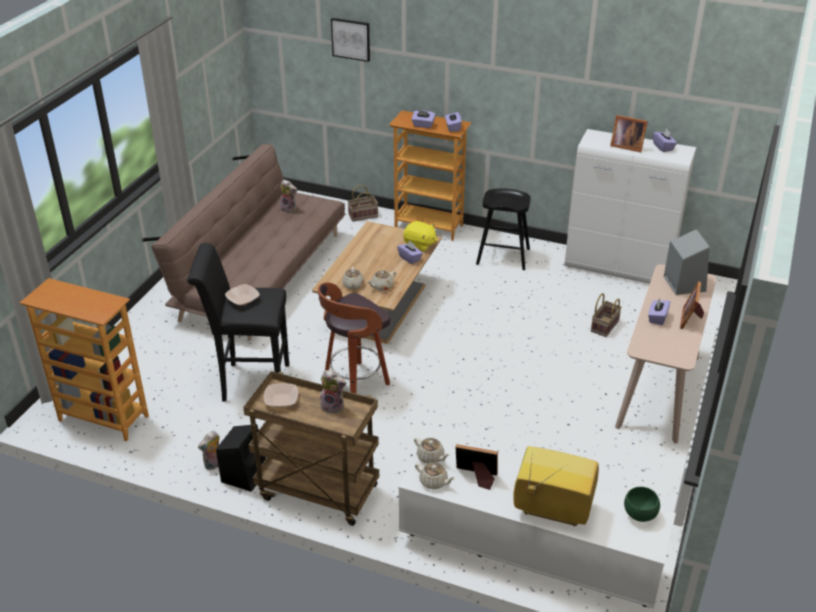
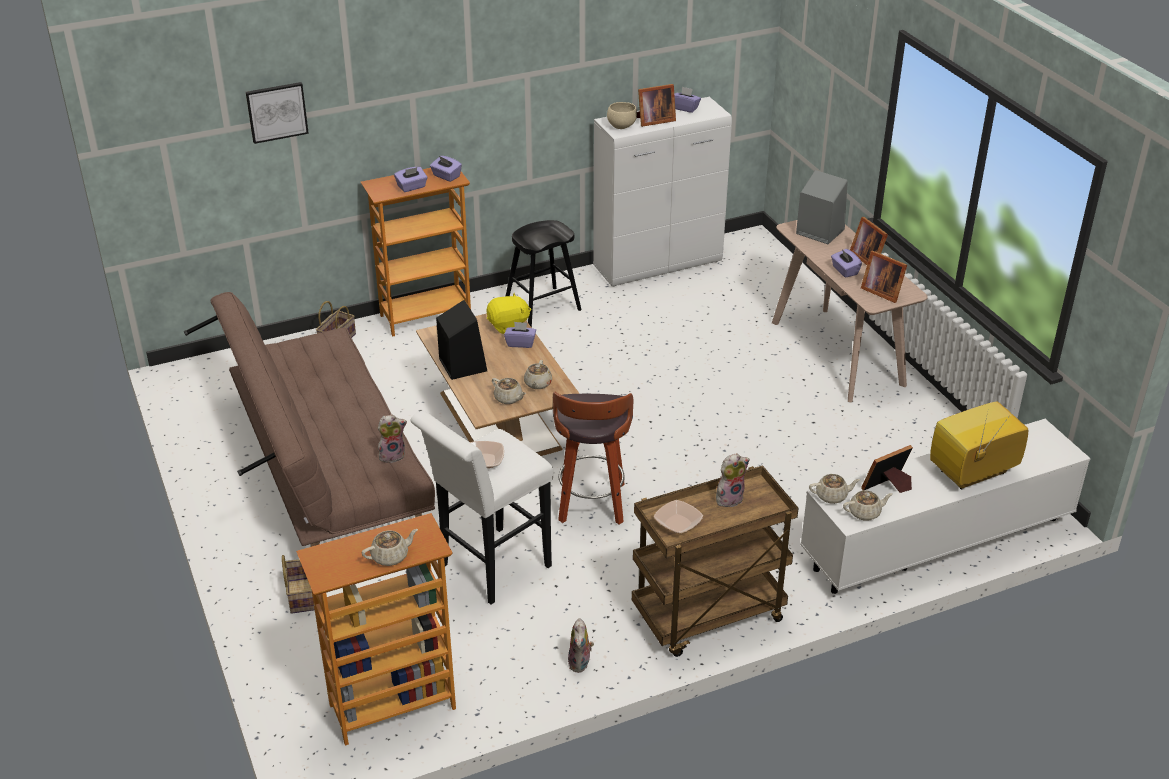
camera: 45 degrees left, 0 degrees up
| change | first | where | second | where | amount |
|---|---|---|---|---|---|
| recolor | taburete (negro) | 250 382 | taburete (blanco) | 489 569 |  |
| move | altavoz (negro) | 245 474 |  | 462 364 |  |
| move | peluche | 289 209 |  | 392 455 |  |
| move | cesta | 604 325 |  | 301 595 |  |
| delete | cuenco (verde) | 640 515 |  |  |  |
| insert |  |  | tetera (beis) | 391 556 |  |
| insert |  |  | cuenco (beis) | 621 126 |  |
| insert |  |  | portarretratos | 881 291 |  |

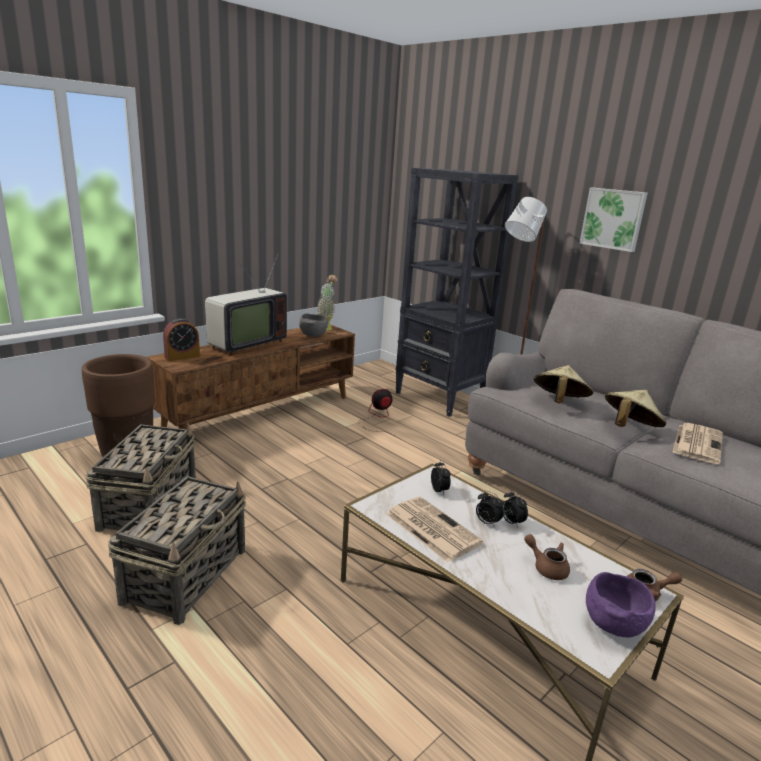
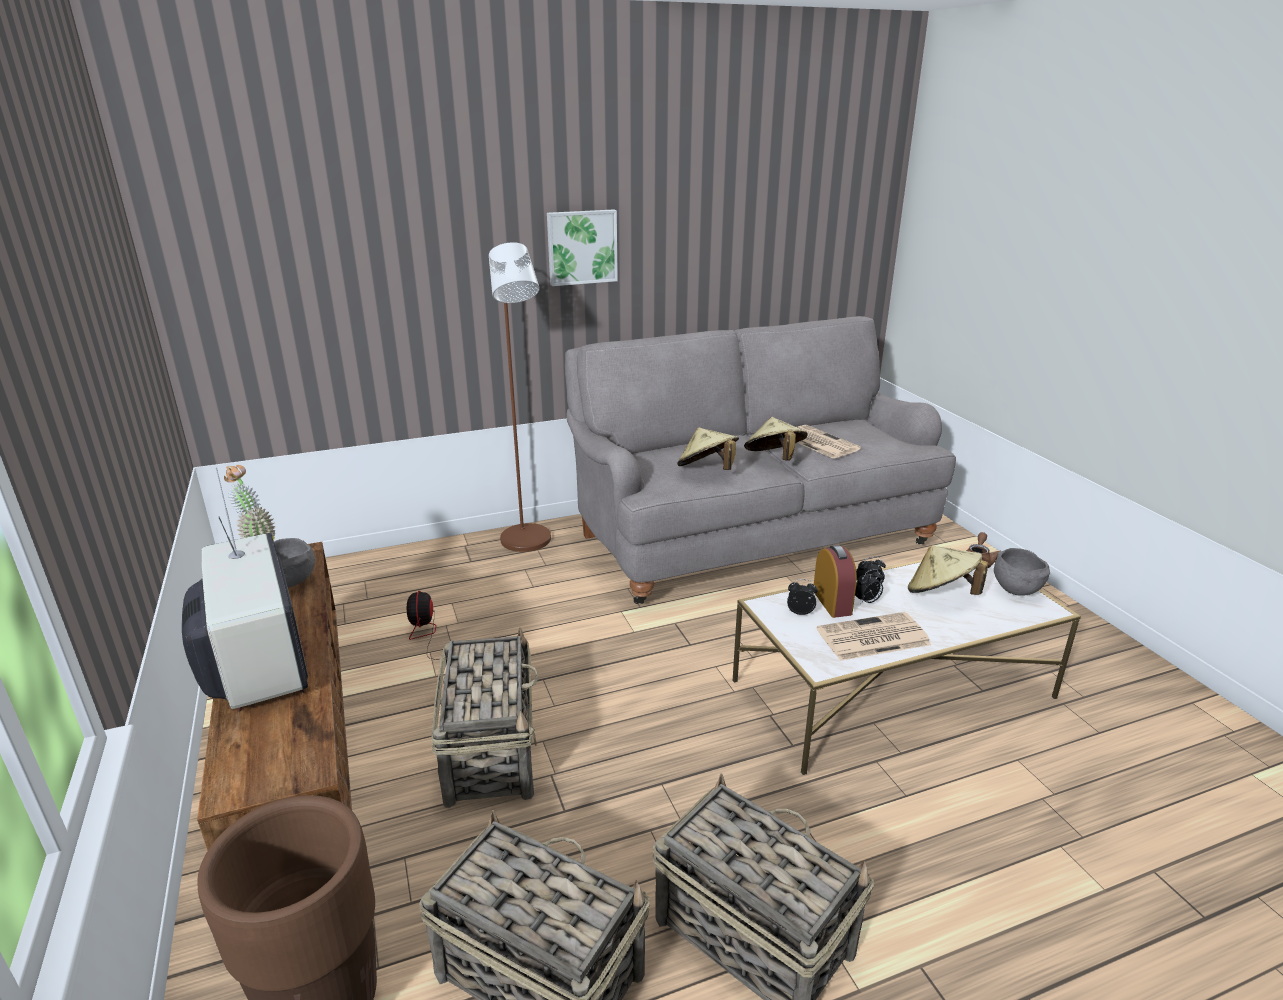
camera: 65 degrees left, 5 degrees up
| change | first | where | second | where | amount |
|---|---|---|---|---|---|
| move | despertador | 182 356 |  | 832 602 |  |
| delete | estantería (negro) | 440 398 |  |  |  |
| replace | tetera (marrón) | 547 567 | sombrero (beis) | 941 593 |  |
| recolor | cuenco (morado) | 613 624 | cuenco (gris) | 1014 589 |  |
| insert |  |  | cesta | 491 750 |  |

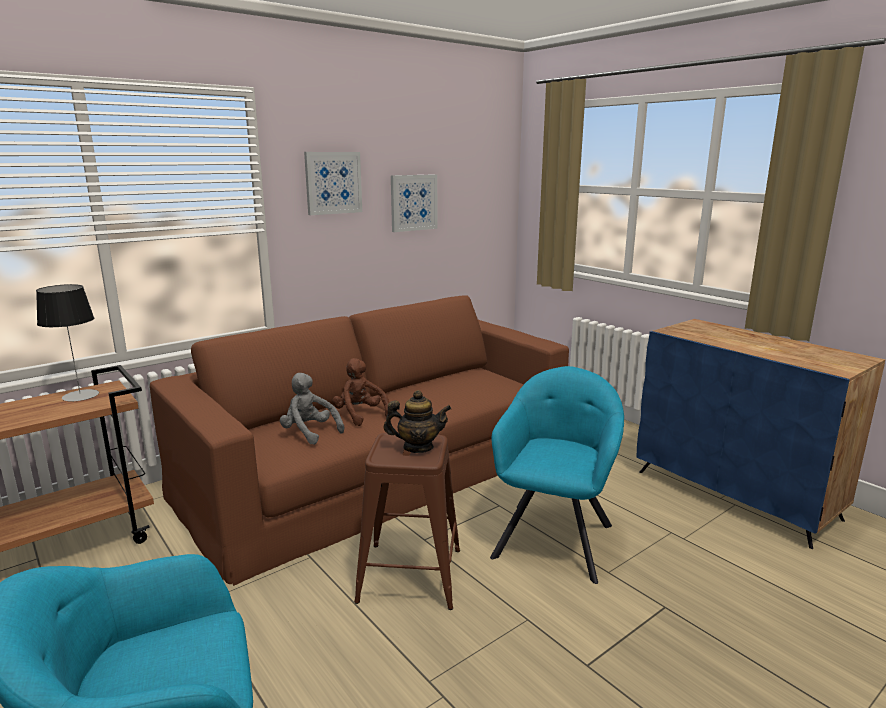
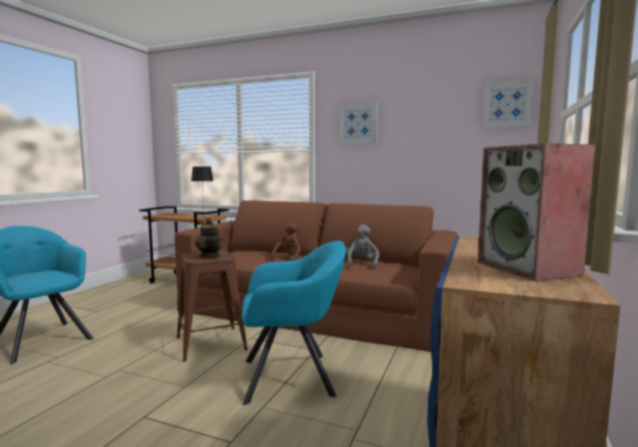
camera: 60 degrees right, 10 degrees down
| change | first | where | second | where | amount |
|---|---|---|---|---|---|
| move | peluche (gris) | 309 433 |  | 361 264 |  |
| move | cuadro | 413 202 |  | 507 104 |  |
| insert |  |  | altavoz | 529 269 |  |

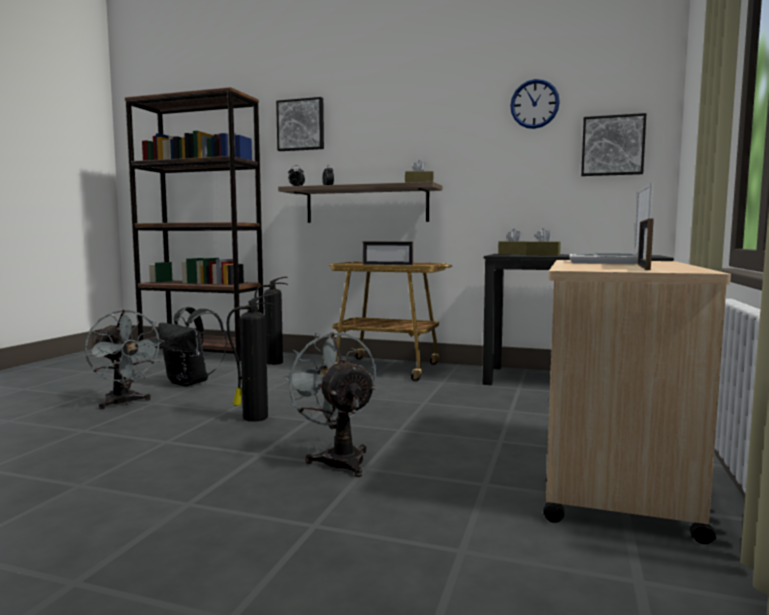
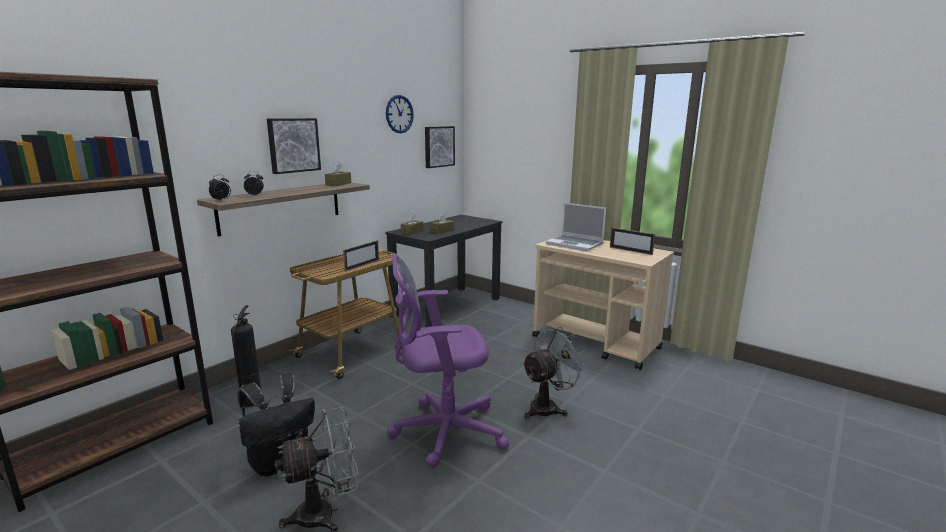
camera: 70 degrees left, 10 degrees up
| change | first | where | second | where | amount |
|---|---|---|---|---|---|
| replace | extintor | 253 418 | silla de oficina (morado) | 442 431 |  |
| move | cuadro | 301 125 |  | 293 145 |  |
| rotate | ventilador (gris) | 338 458 |  | 548 407 | 150 degrees clockwise |

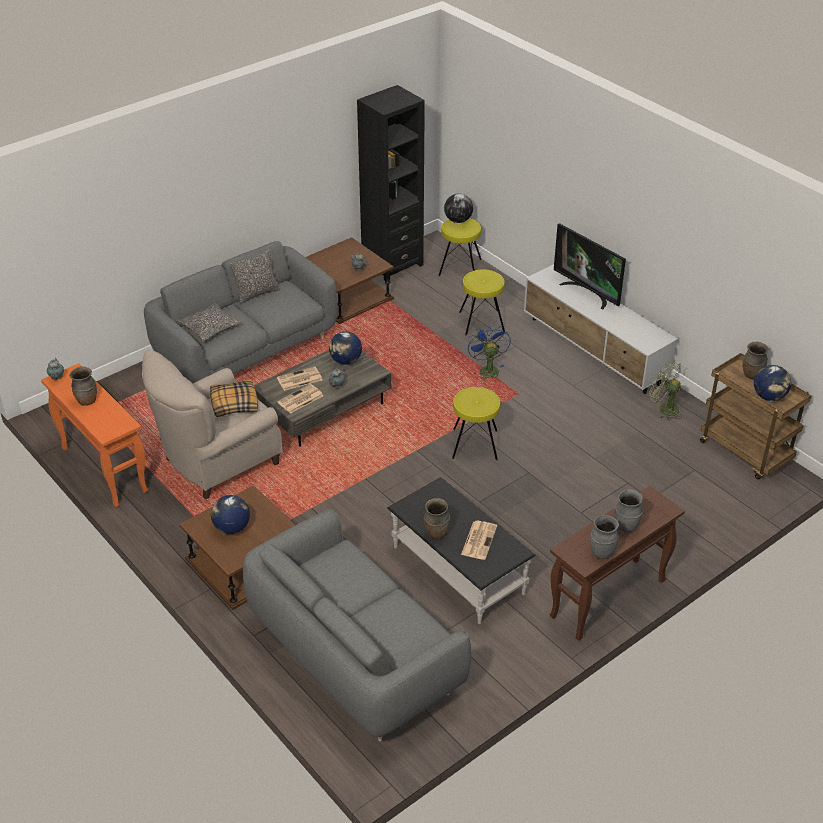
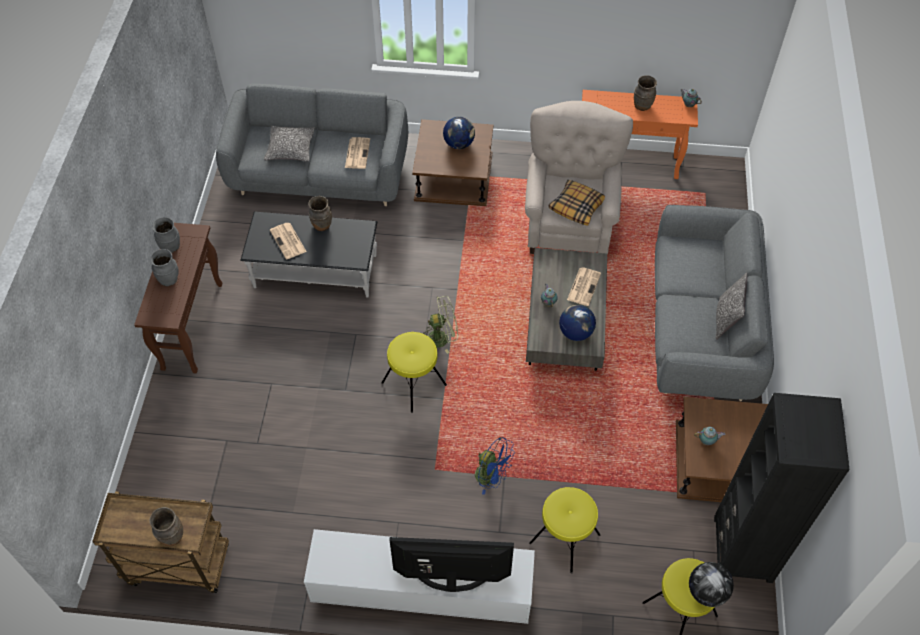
camera: 135 degrees right, 15 degrees up
| change | first | where | second | where | amount |
|---|---|---|---|---|---|
| move | cojín | 210 328 |  | 290 149 |  |
| move | periódico | 300 399 |  | 357 153 |  |
| move | ventilador (verde) | 664 408 |  | 442 337 |  |
| delete | globo terráqueo | 769 397 |  |  |  |

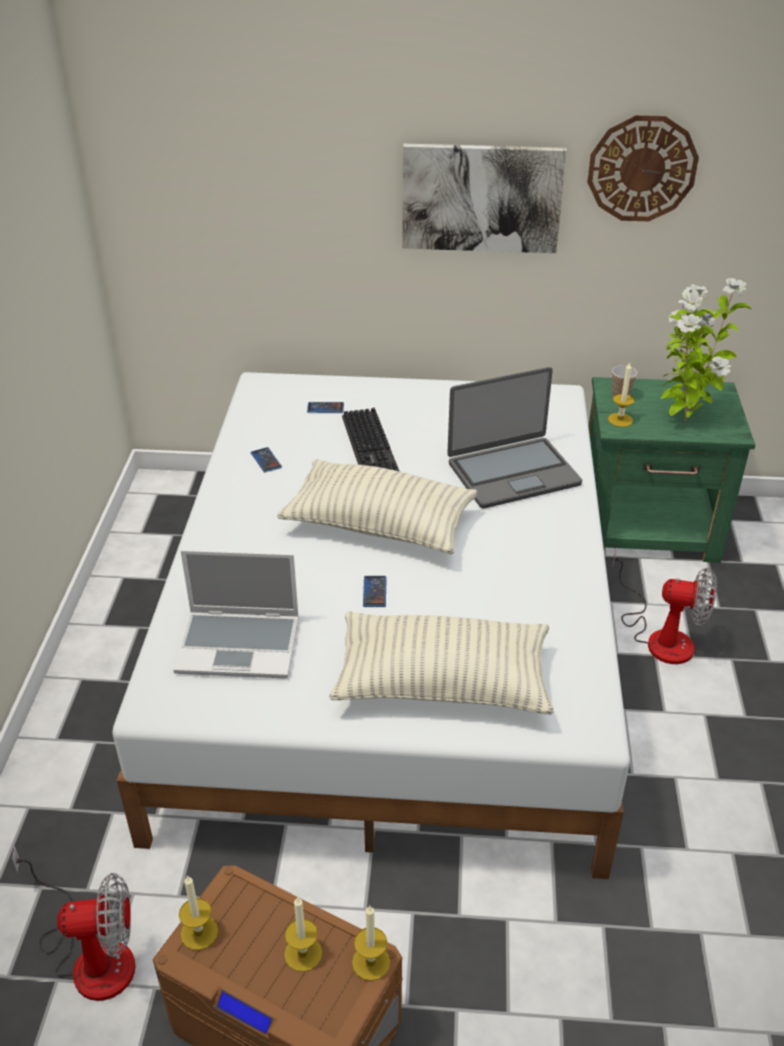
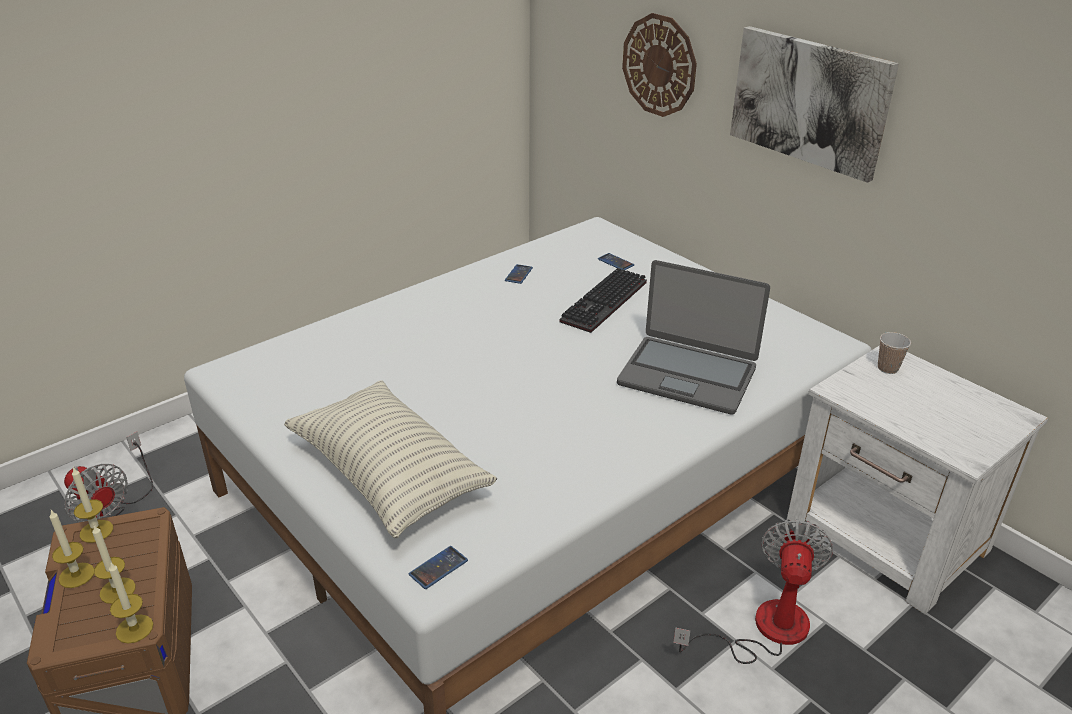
camera: 45 degrees right, 5 degrees down
| change | first | where | second | where | amount |
|---|---|---|---|---|---|
| delete | portátil | 240 645 |  |  |  |
| delete | cojín | 379 525 |  |  |  |
| move | móvil | 374 592 |  | 438 568 |  |
| move | reloj de pared | 642 169 |  | 659 65 |  |
| recolor | mesita de noche (verde) | 649 527 | mesita de noche (blanco) | 887 539 |  |
| move | vela | 620 420 |  | 76 575 |  |
| rotate | ventilador | 660 636 |  | 764 629 | 135 degrees counterclockwise |
| delete | planta en maceta | 683 420 |  |  |  |

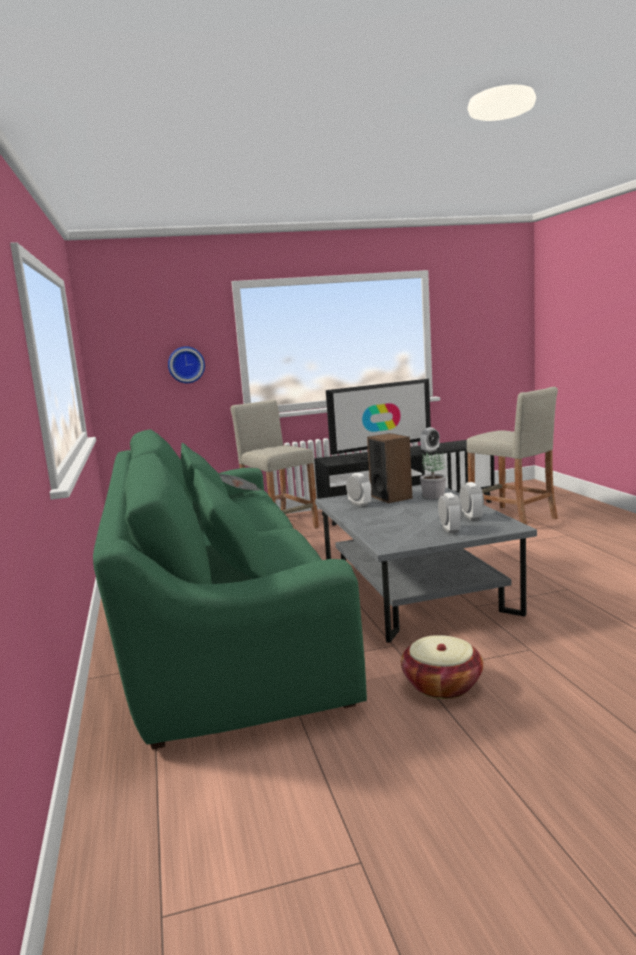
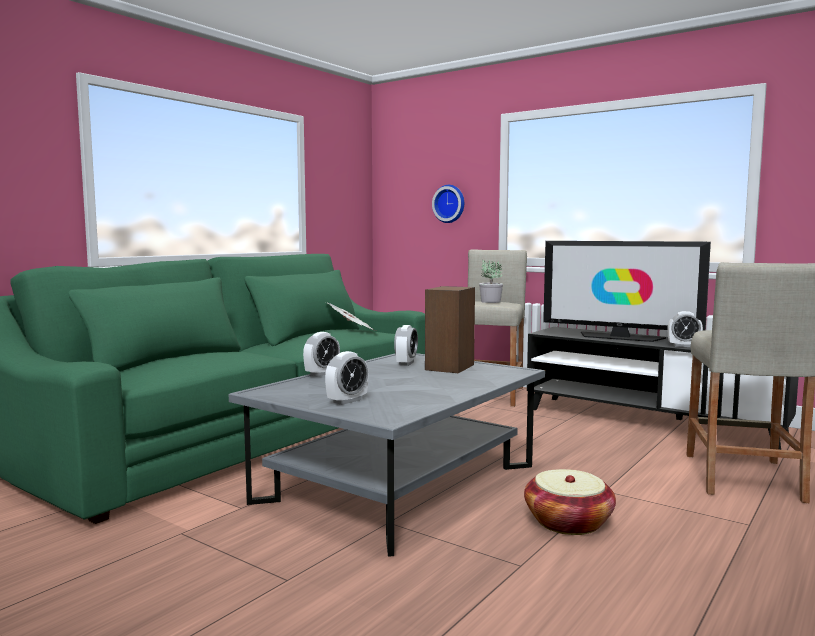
camera: 50 degrees right, 5 degrees down
| change | first | where | second | where | amount |
|---|---|---|---|---|---|
| move | cesta | 442 685 |  | 568 522 |  |
| move | planta en maceta | 433 496 |  | 490 301 |  |
| move | despertador | 471 517 |  | 322 374 |  |

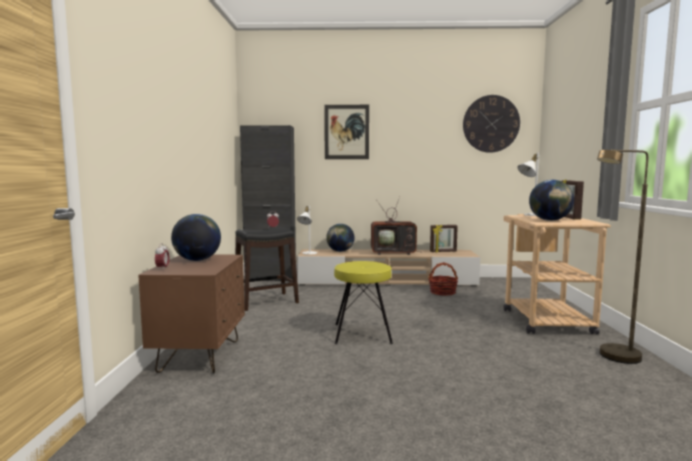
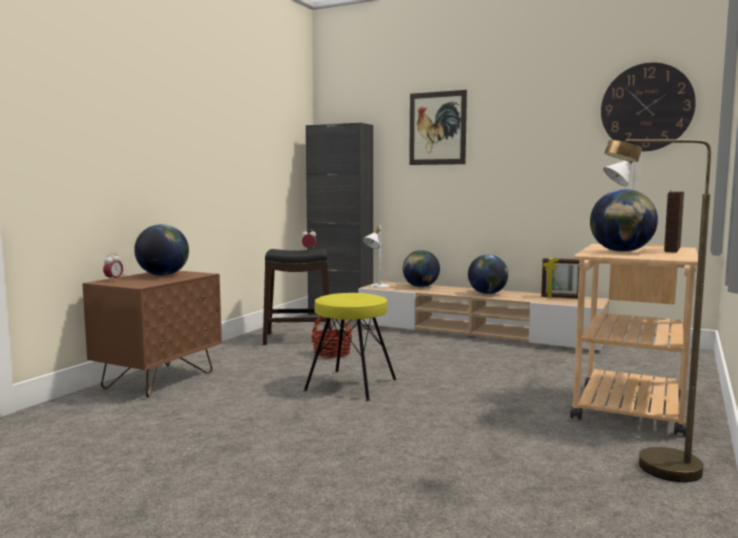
camera: 25 degrees right, 0 degrees up
| change | first | where | second | where | amount |
|---|---|---|---|---|---|
| replace | televisor | 394 252 | globo terráqueo | 487 293 |  |
| move | cesta | 442 292 |  | 332 353 |  |

